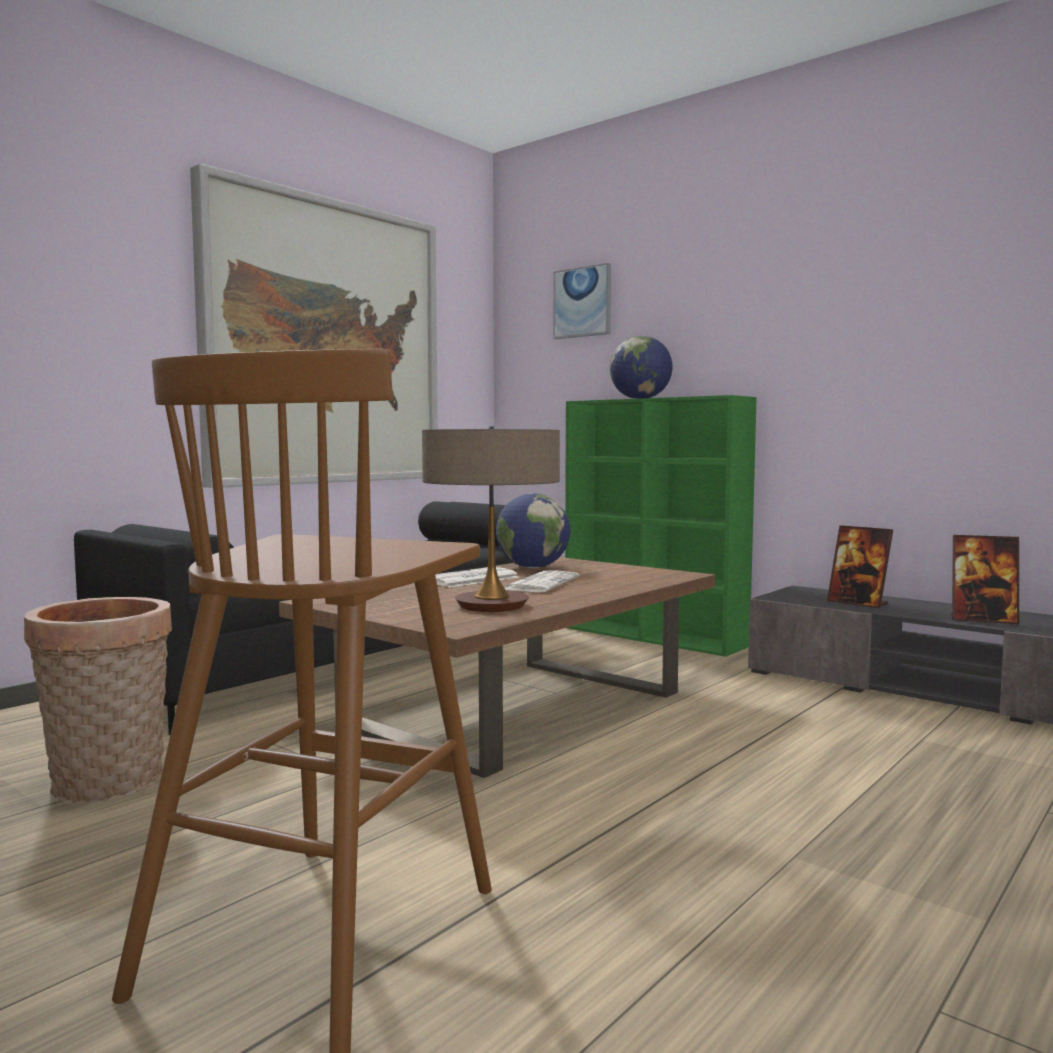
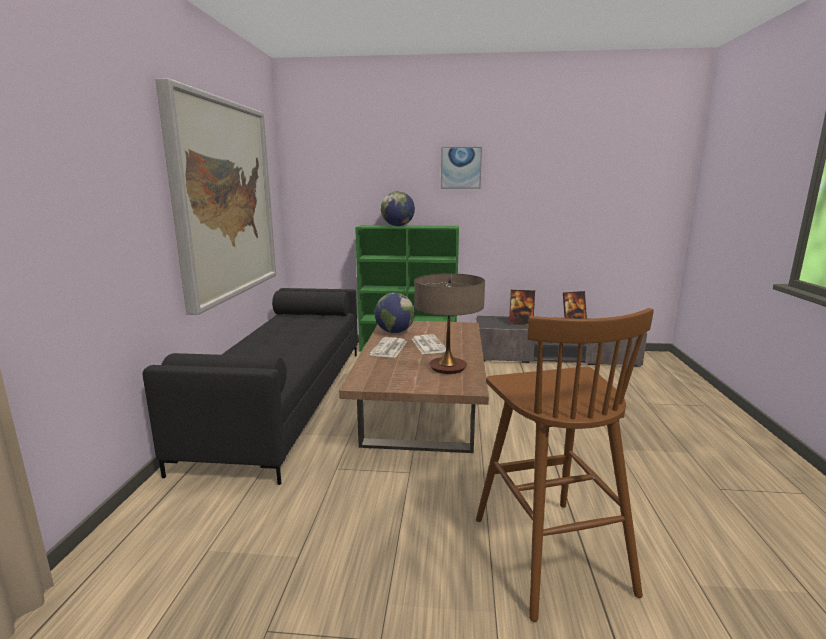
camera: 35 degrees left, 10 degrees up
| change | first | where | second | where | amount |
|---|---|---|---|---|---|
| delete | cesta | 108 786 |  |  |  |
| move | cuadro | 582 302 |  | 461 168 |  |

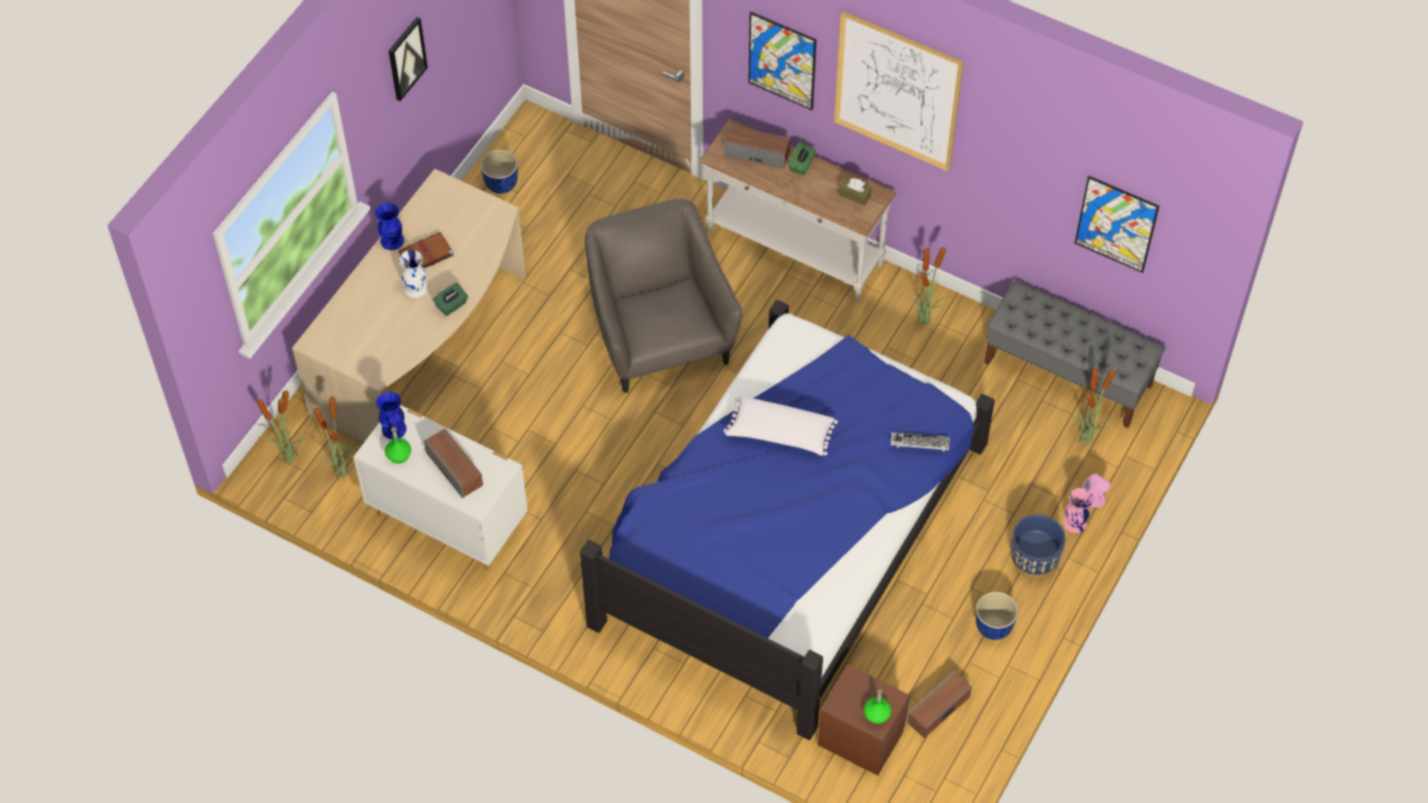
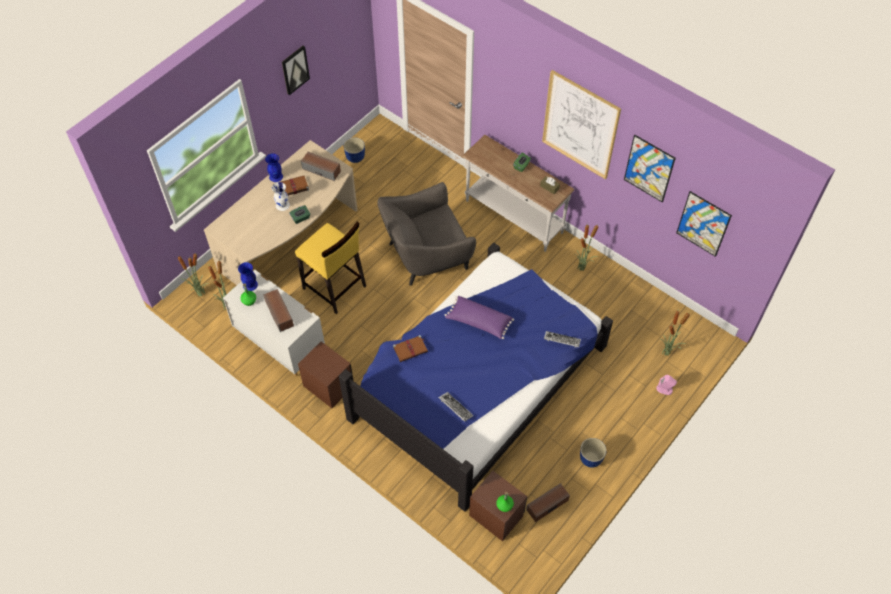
camera: 10 degrees right, 0 degrees up
| change | first | where | second | where | amount |
|---|---|---|---|---|---|
| rotate | sillón (gris) | 660 336 |  | 426 255 | 105 degrees counterclockwise |
| recolor | cojín (blanco) | 780 434 | cojín (morado) | 478 322 |  |
| move | altavoz | 757 153 |  | 321 170 |  |
| move | cuadro | 782 60 |  | 649 168 |  |
| delete | banco (gris) | 1068 374 |  |  |  |
| delete | maceta (azul) | 1033 561 |  |  |  |
| delete | florero (rosa) | 1074 523 |  |  |  |
| insert |  |  | taburete (amarillo) | 334 288 |  |
| insert |  |  | mesita de noche (marrón) | 328 386 |  |
| insert |  |  | libro (marrón) | 411 349 |  |
| insert |  |  | teclado | 455 408 |  |

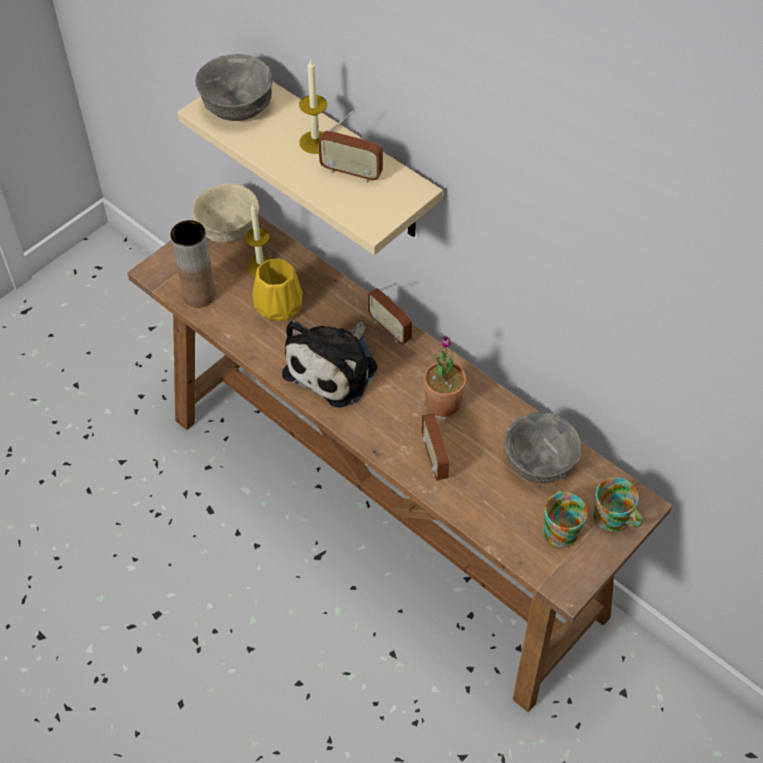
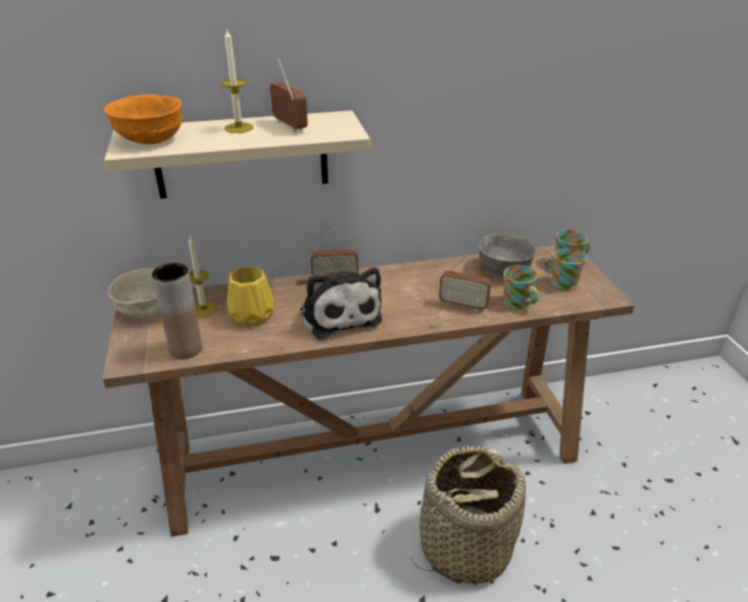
camera: 55 degrees left, 20 degrees down
| change | first | where | second | where | amount |
|---|---|---|---|---|---|
| recolor | cuenco (gris) | 238 107 | cuenco (naranja) | 150 139 |  |
| rotate | radio | 351 172 |  | 289 126 | 90 degrees counterclockwise |
| delete | planta en maceta | 443 402 |  |  |  |
| insert |  |  | cesta | 464 546 |  |
| insert |  |  | taza grande | 519 304 |  |

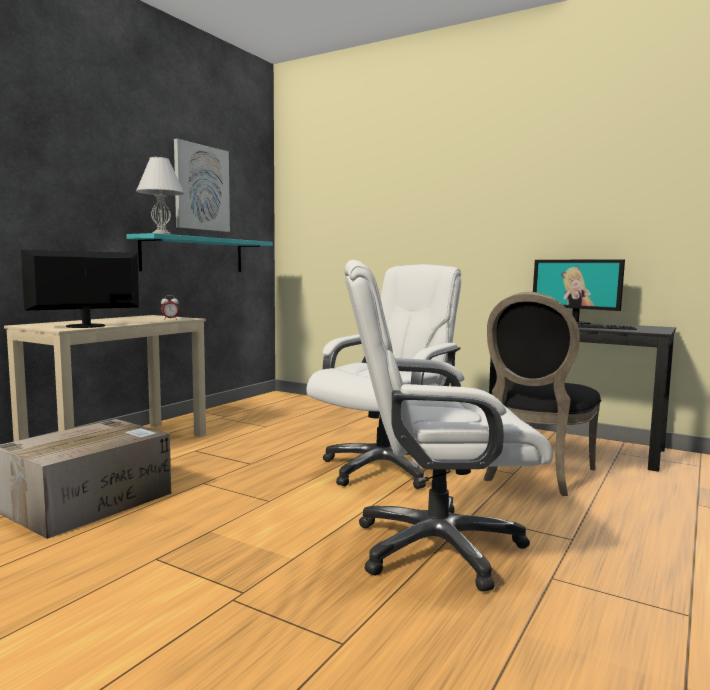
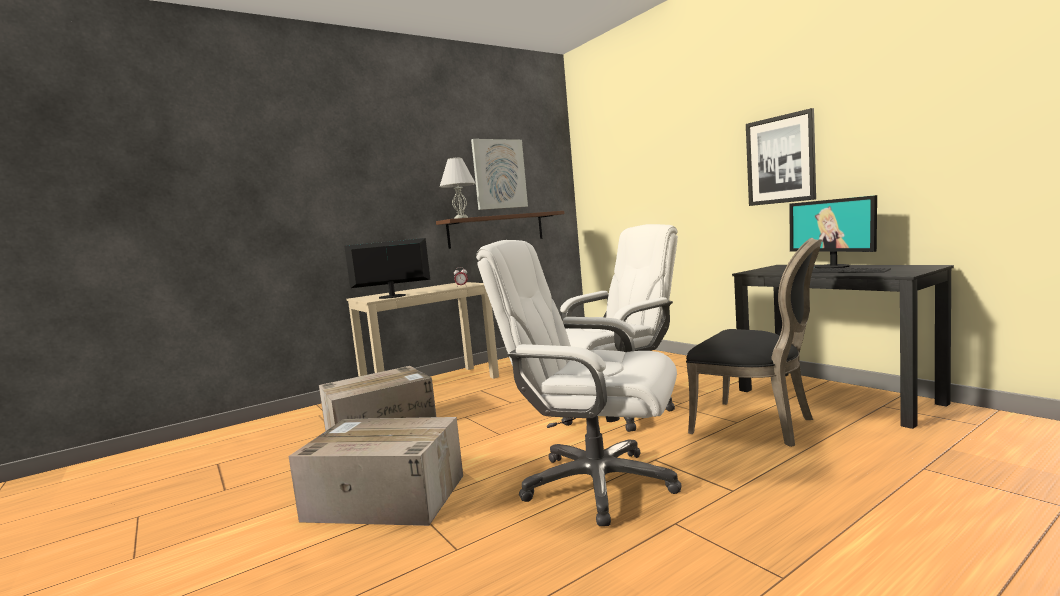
camera: 25 degrees right, 0 degrees up
| change | first | where | second | where | amount |
|---|---|---|---|---|---|
| recolor | estante (turquesa) | 194 255 | estante (marrón) | 496 230 |  |
| rotate | silla (negro) | 534 475 |  | 757 425 | 105 degrees counterclockwise |
| insert |  |  | caja de cartón | 383 498 |  |
| insert |  |  | cuadro | 780 160 |  |

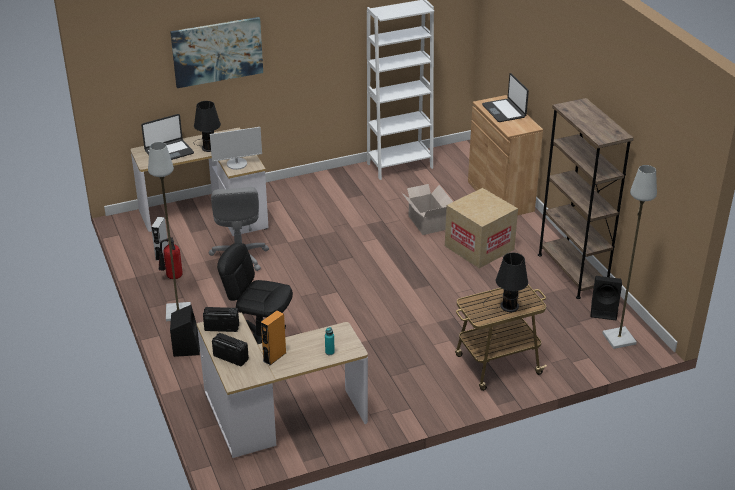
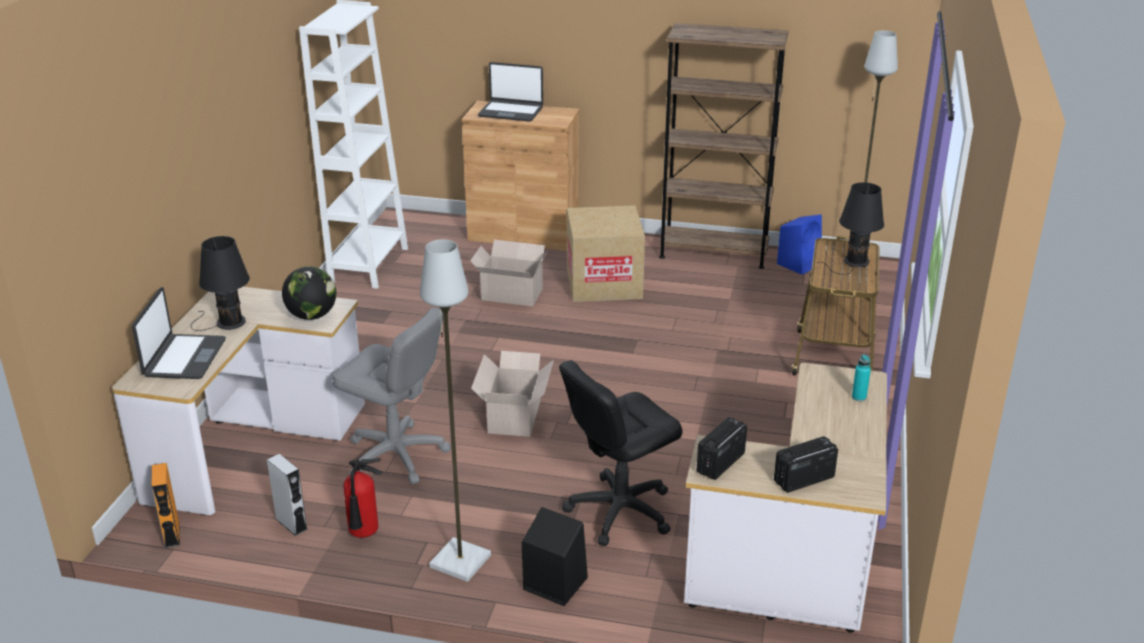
camera: 55 degrees left, 5 degrees down
| change | first | where | second | where | amount |
|---|---|---|---|---|---|
| delete | cuadro | 217 51 |  |  |  |
| replace | monitor | 237 164 | globo terráqueo | 312 316 |  |
| move | altavoz (naranja) | 274 357 |  | 172 534 |  |
| recolor | altavoz (negro) | 604 311 | altavoz (azul) | 799 263 |  |
| insert |  |  | caja de cartón | 515 415 |  |

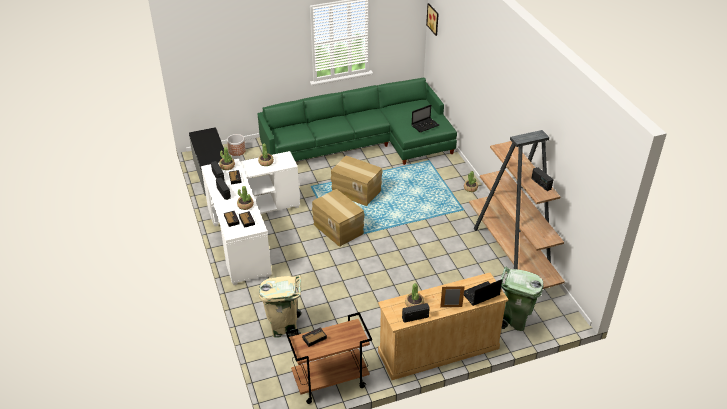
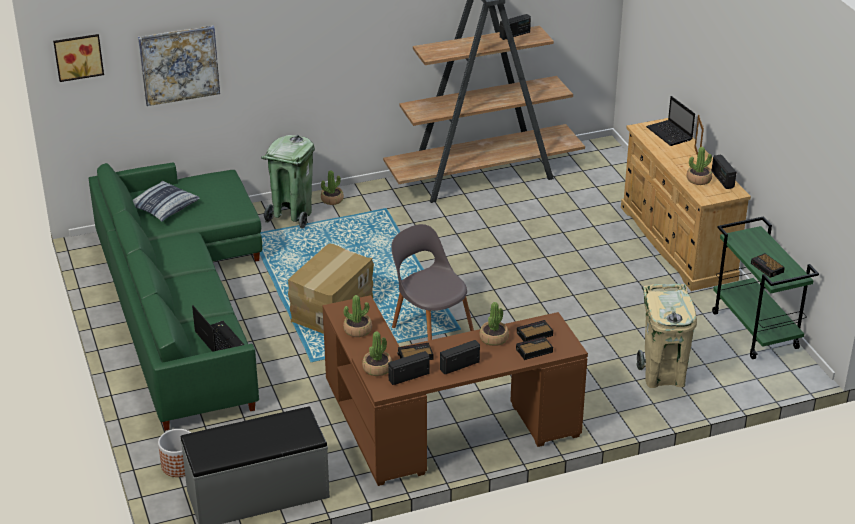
camera: 90 degrees left, 5 degrees down
| change | first | where | second | where | amount |
|---|---|---|---|---|---|
| recolor | escritorio (blanco) | 247 231 | escritorio (marrón) | 439 430 |  |
| recolor | carrito (marrón) | 330 382 | carrito (verde) | 756 331 |  |
| replace | caja de cartón | 338 228 | silla (gris) | 431 328 |  |
| move | portátil | 425 125 |  | 218 339 |  |
| move | papelera (verde) | 514 320 |  | 291 215 |  |
| insert |  |  | cojín | 163 207 |  |
| insert |  |  | cuadro | 179 65 |  |

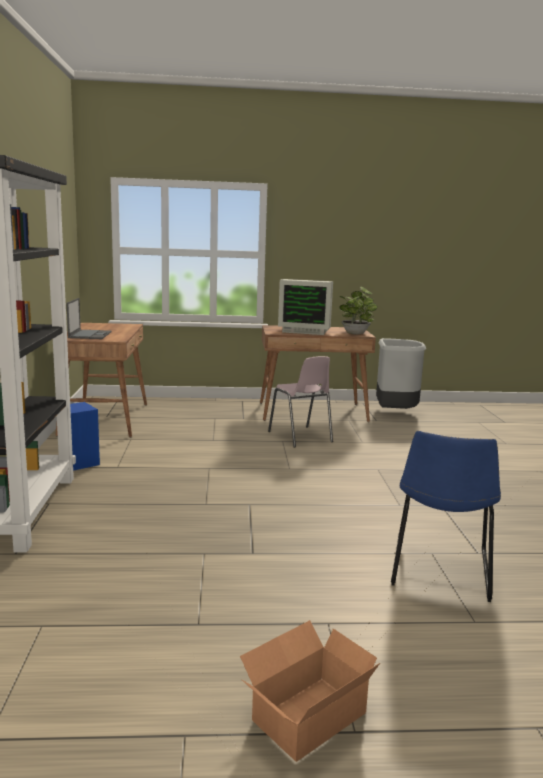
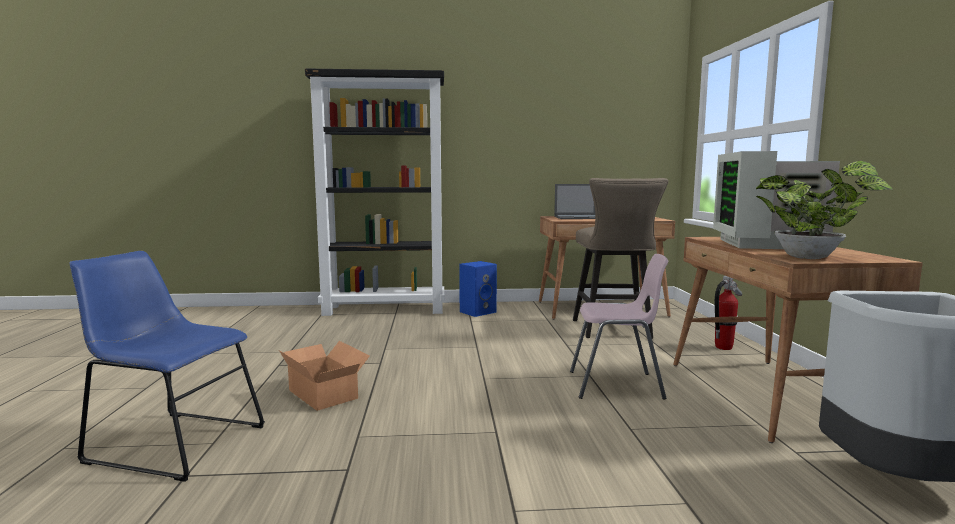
camera: 90 degrees right, 5 degrees down
| change | first | where | second | where | amount |
|---|---|---|---|---|---|
| move | caja de cartón | 304 715 |  | 325 393 |  |
| rotate | silla (rosa) | 300 437 |  | 616 385 | 150 degrees counterclockwise |
| insert |  |  | taburete (beis) | 613 330 |  |
| insert |  |  | extintor | 724 347 |  |

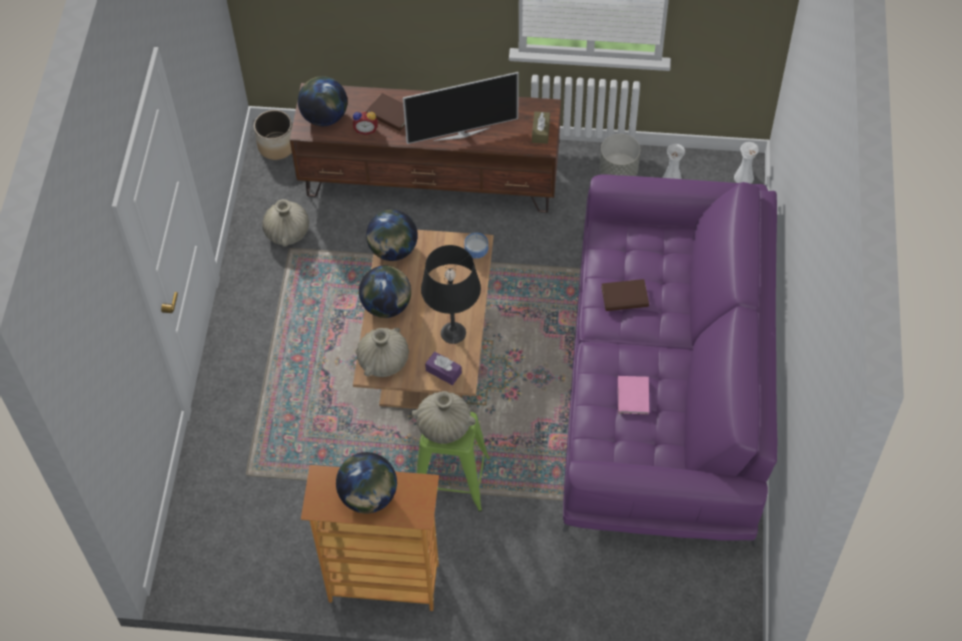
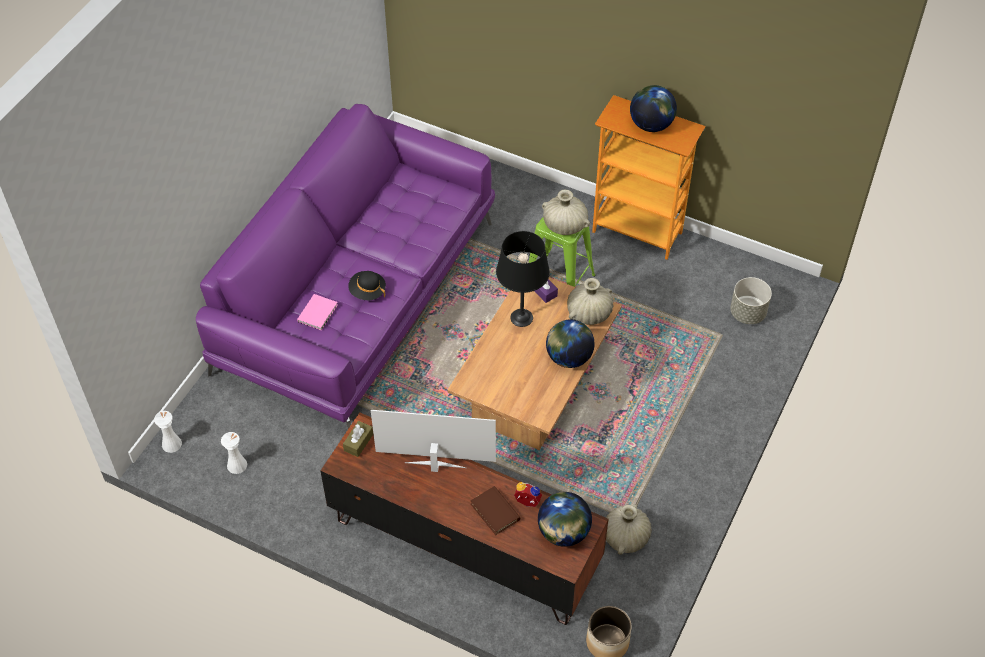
camera: 160 degrees left, 5 degrees down
| change | first | where | second | where | amount |
|---|---|---|---|---|---|
| delete | globo terráqueo | 393 250 |  |  |  |
| delete | cuenco | 475 251 |  |  |  |
| move | maceta (gris) | 618 172 |  | 748 313 |  |
| replace | libro (marrón) | 624 297 | sombrero (negro) | 367 291 |  |
| move | libro (rosa) | 632 397 |  | 318 312 |  |

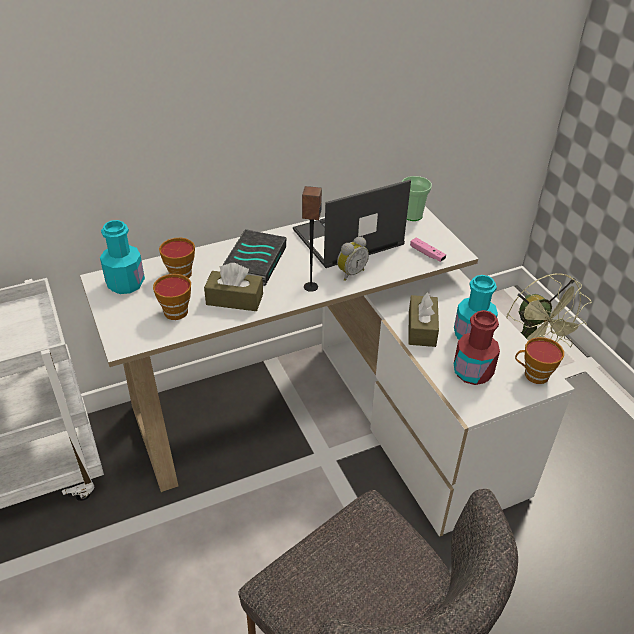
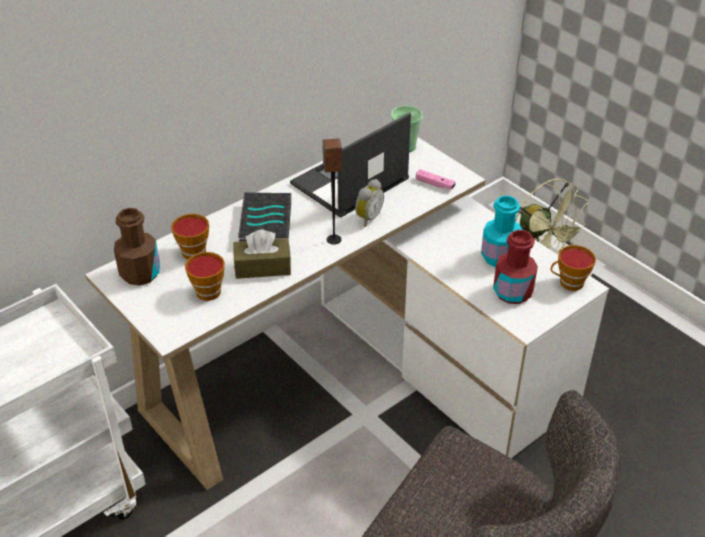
camera: 15 degrees left, 0 degrees up
| change | first | where | second | where | amount |
|---|---|---|---|---|---|
| recolor | botella (turquesa) | 125 283 | botella (marrón) | 140 273 |  |
| delete | caja de pañuelos (marrón) | 422 328 |  |  |  |

